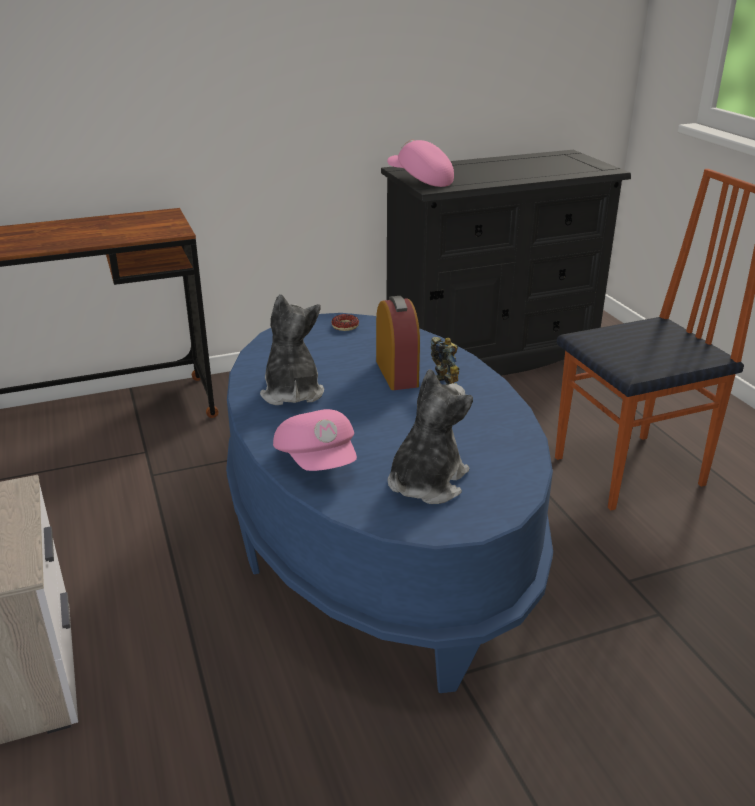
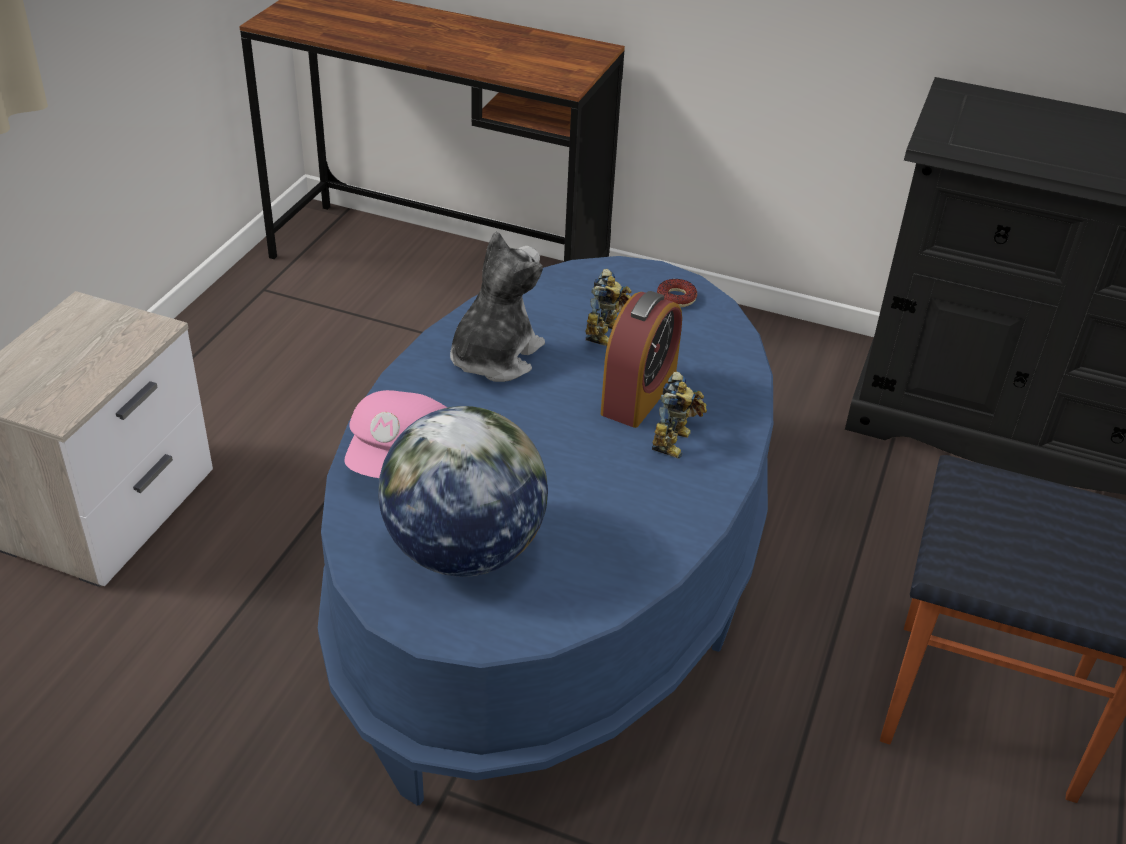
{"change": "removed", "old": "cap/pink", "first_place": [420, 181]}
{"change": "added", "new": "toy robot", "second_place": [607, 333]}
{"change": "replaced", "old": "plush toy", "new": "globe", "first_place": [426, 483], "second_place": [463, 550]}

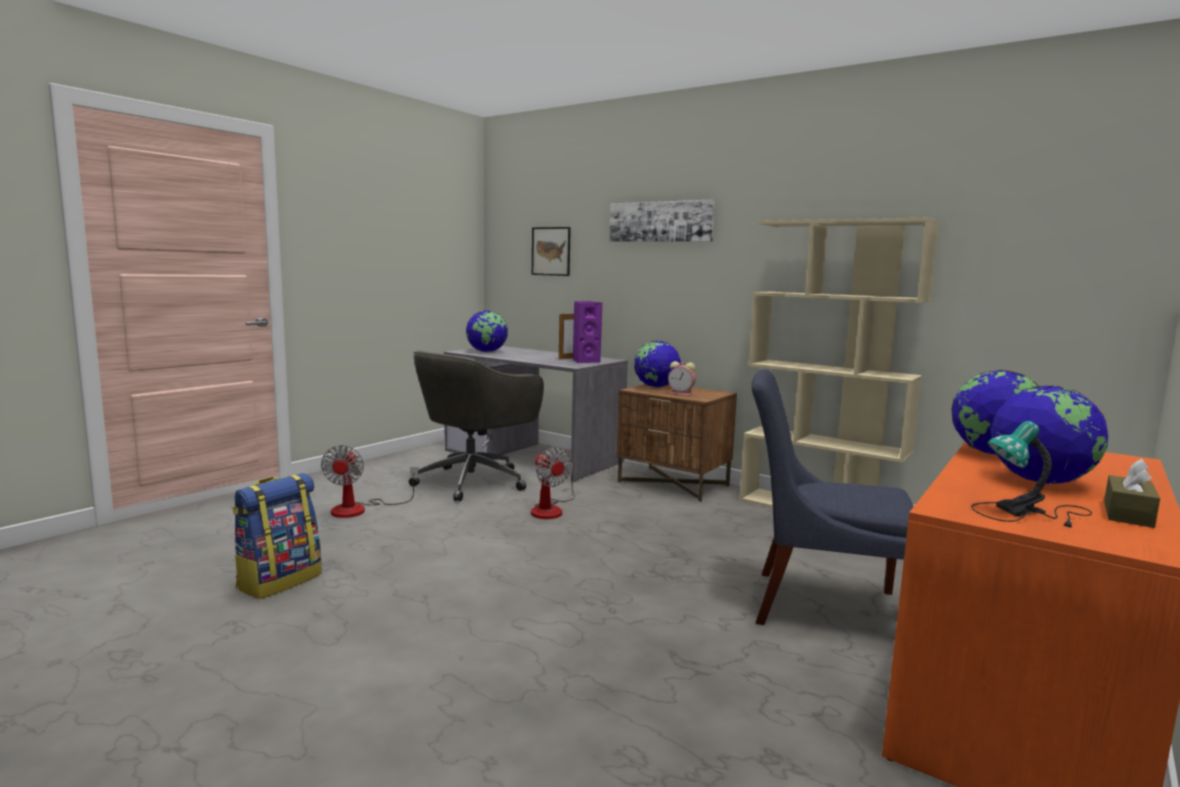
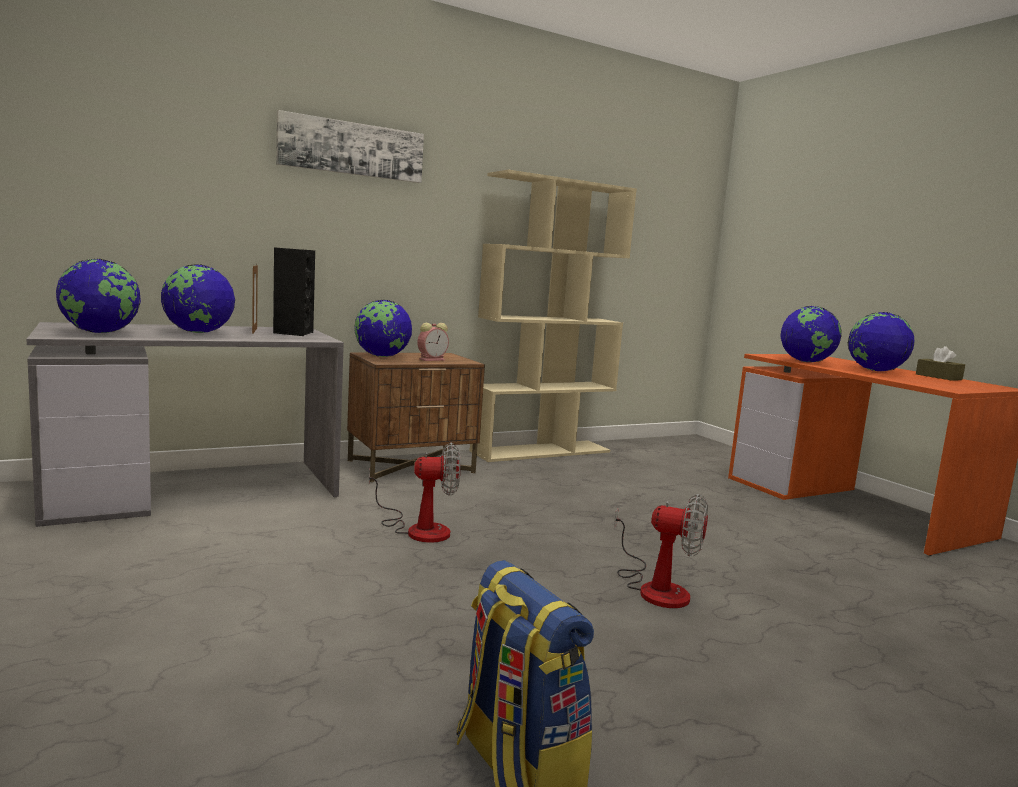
{"change": "removed", "old": "office chair/grey", "first_place": [474, 481]}
{"change": "removed", "old": "picture", "first_place": [551, 251]}
{"change": "removed", "old": "chair/blue", "first_place": [818, 605]}
{"change": "removed", "old": "table lamp", "first_place": [1031, 513]}
{"change": "added", "new": "globe", "second_place": [198, 333]}
{"change": "moved", "old": "fan", "first_place": [360, 509], "second_place": [655, 587]}
{"change": "recoloured", "old": "speaker/purple", "new": "speaker/black", "first_place": [585, 361], "second_place": [293, 333]}

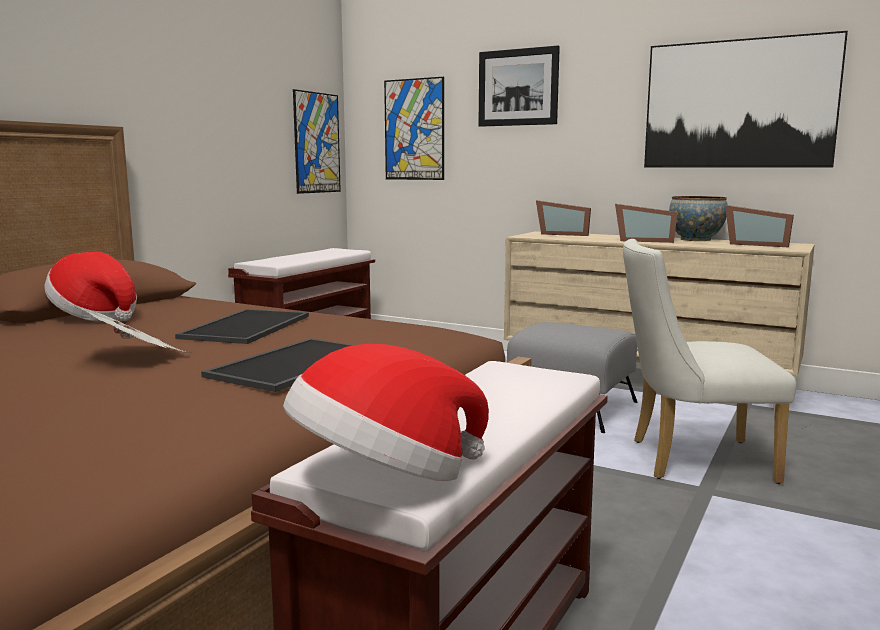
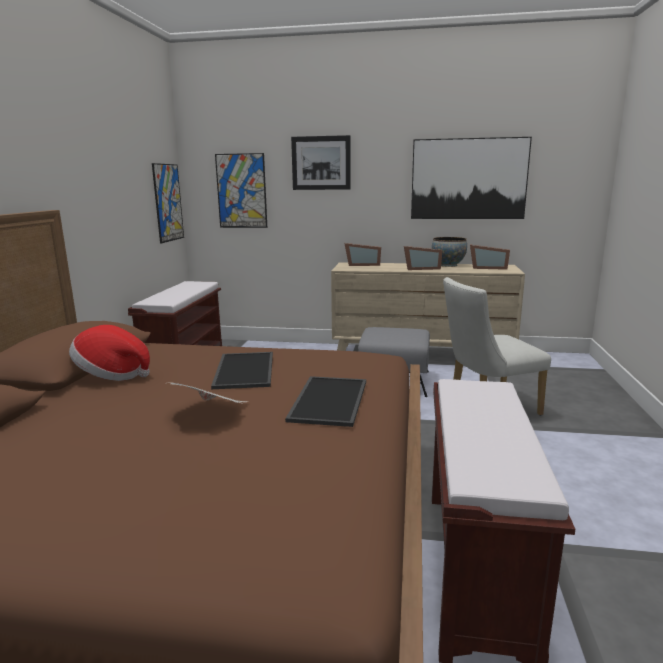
{"change": "removed", "old": "hat", "first_place": [384, 478]}

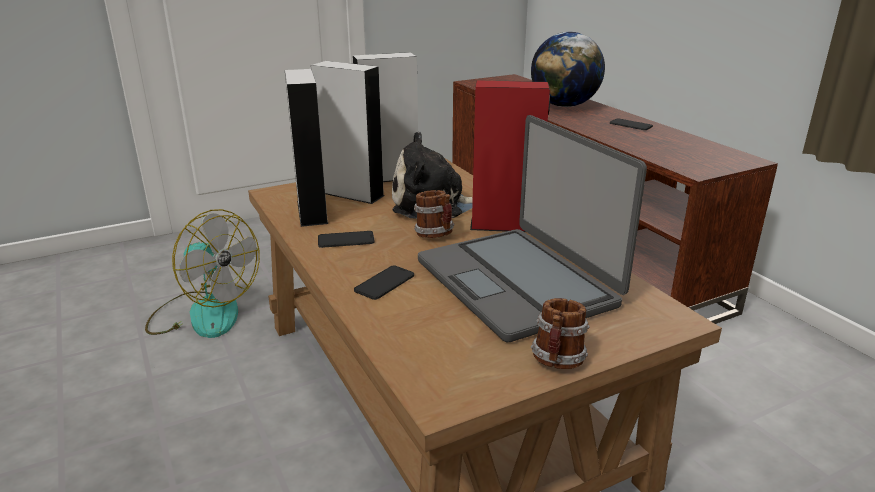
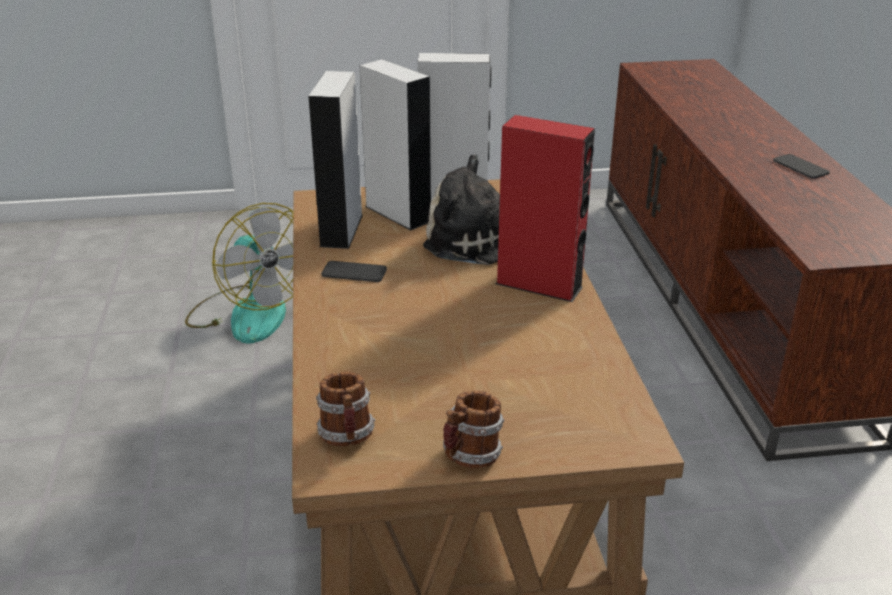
{"change": "removed", "old": "phone", "first_place": [384, 283]}
{"change": "removed", "old": "laptop", "first_place": [517, 282]}
{"change": "removed", "old": "globe", "first_place": [564, 105]}
{"change": "moved", "old": "mug", "first_place": [436, 235], "second_place": [347, 437]}

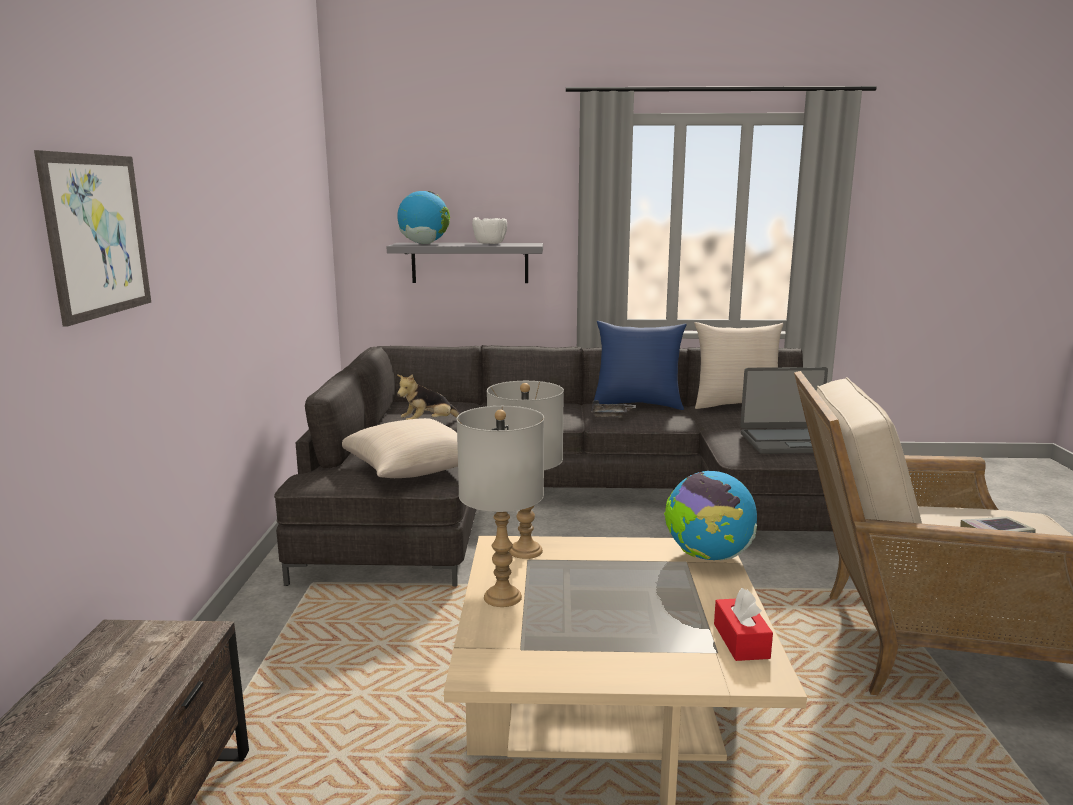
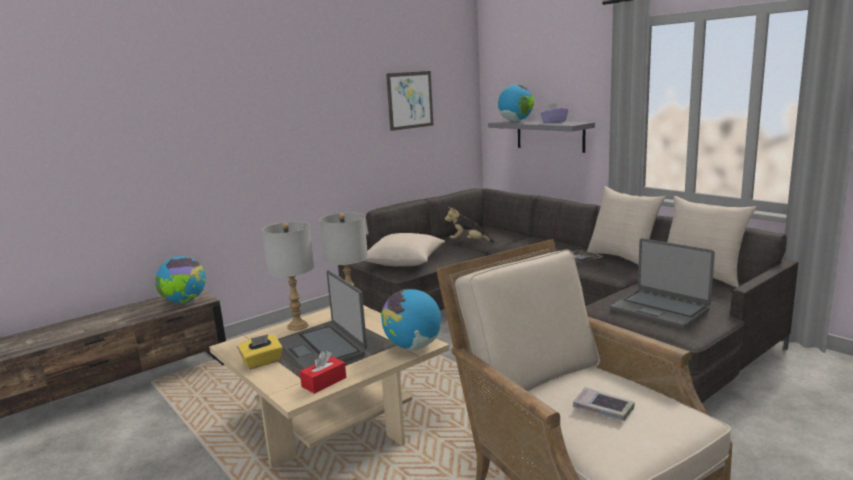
{"change": "added", "new": "globe", "second_place": [184, 302]}
{"change": "added", "new": "tissue box/yellow", "second_place": [262, 362]}
{"change": "added", "new": "laptop", "second_place": [322, 349]}
{"change": "moved", "old": "picture", "first_place": [97, 235], "second_place": [410, 100]}
{"change": "replaced", "old": "bowl/white", "new": "tissue box/purple", "first_place": [490, 243], "second_place": [554, 122]}
{"change": "recoloured", "old": "pillow/blue", "new": "pillow/beige", "first_place": [638, 404], "second_place": [623, 258]}

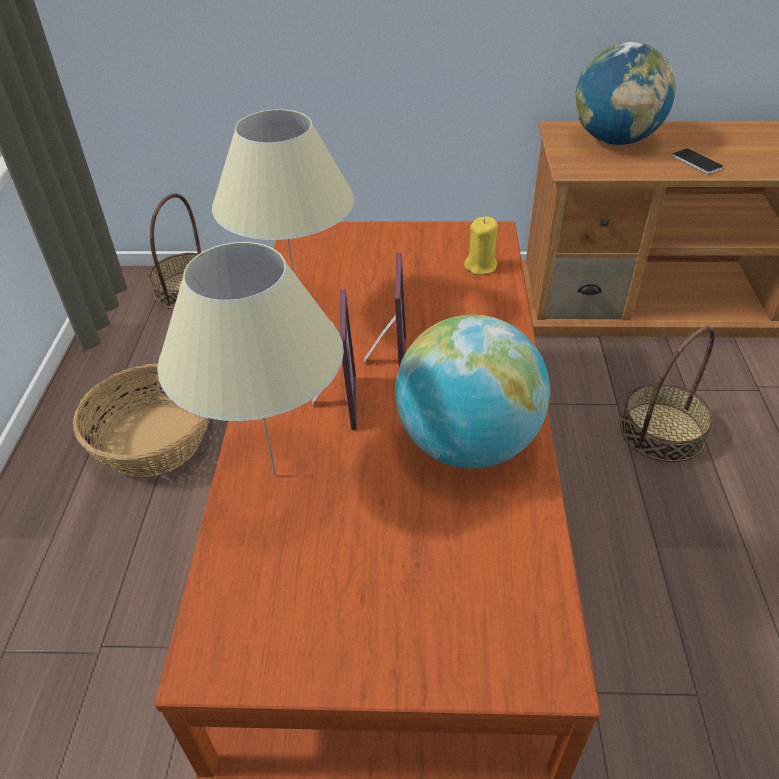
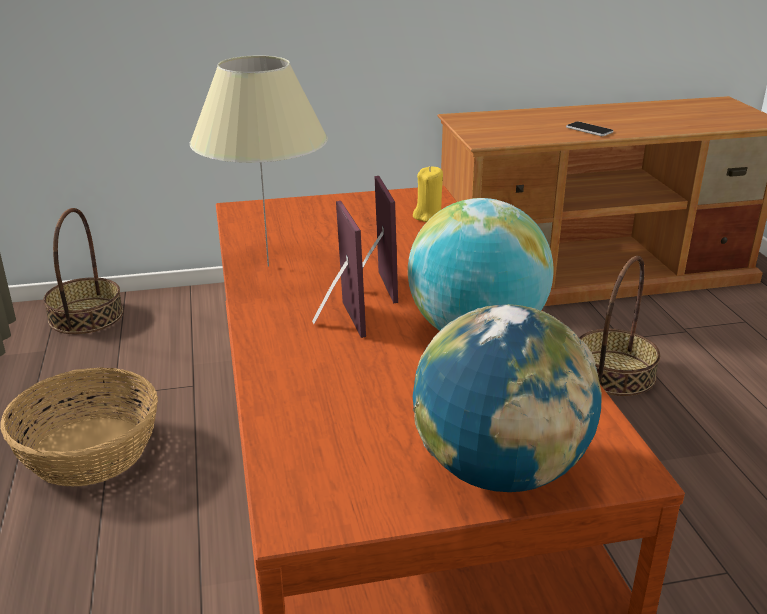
{"change": "removed", "old": "table lamp/beige", "first_place": [276, 475]}
{"change": "moved", "old": "globe", "first_place": [614, 141], "second_place": [499, 471]}

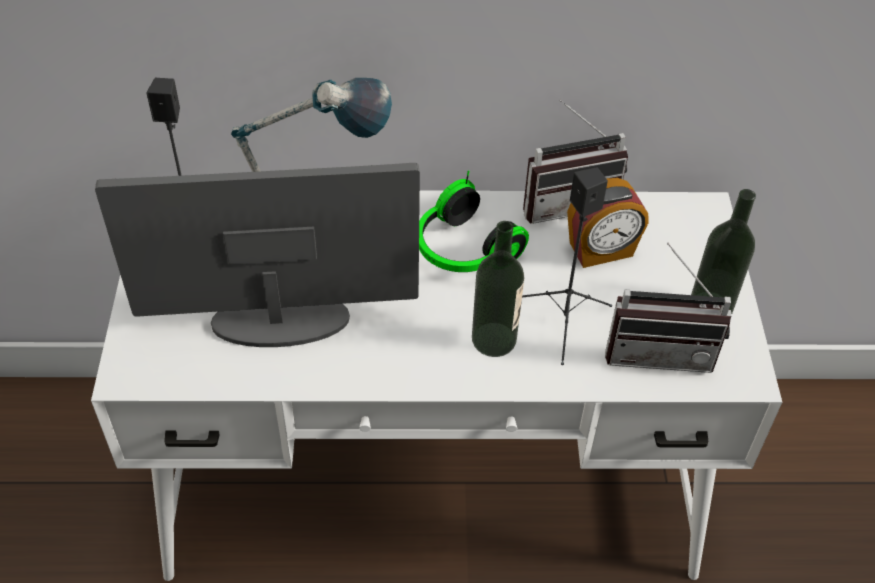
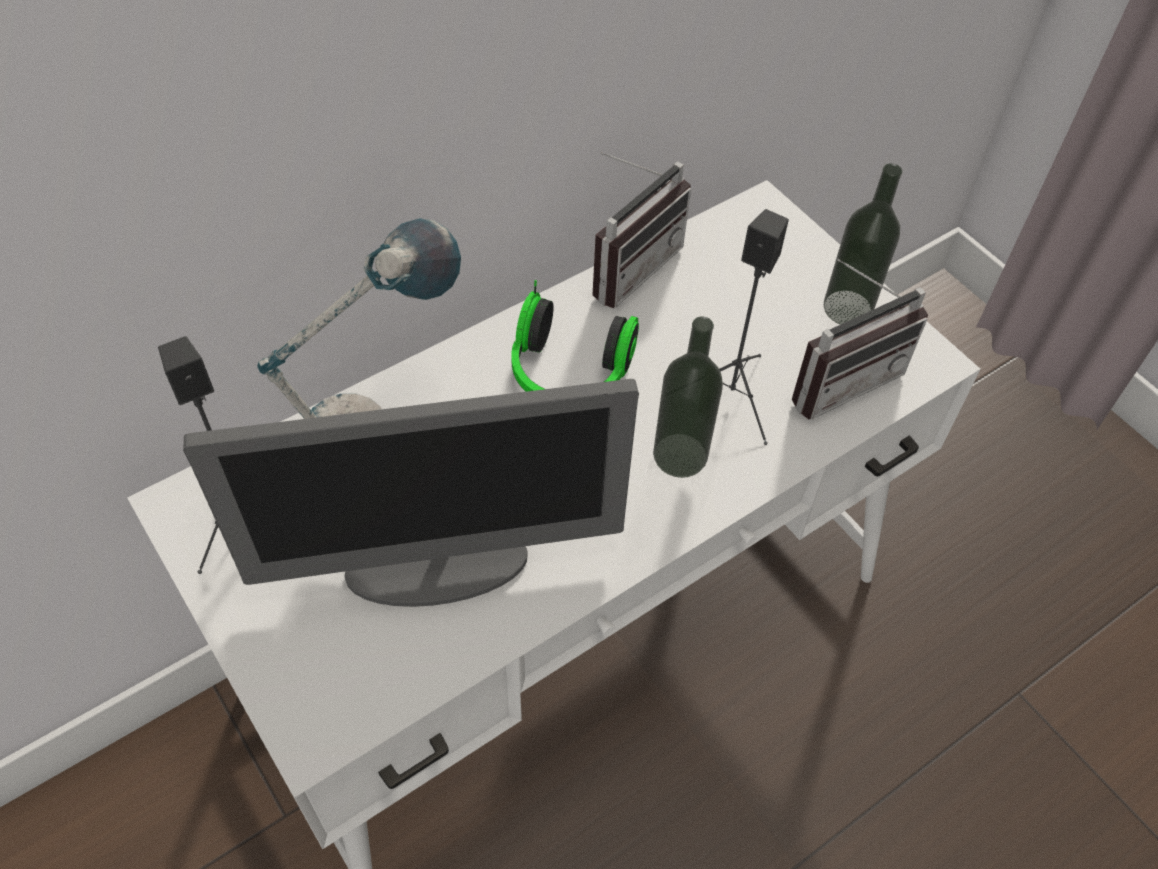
{"change": "removed", "old": "alarm clock", "first_place": [601, 250]}
{"change": "turned", "old": "monitor", "first_place": [279, 321], "second_place": [439, 566], "degrees": -150}

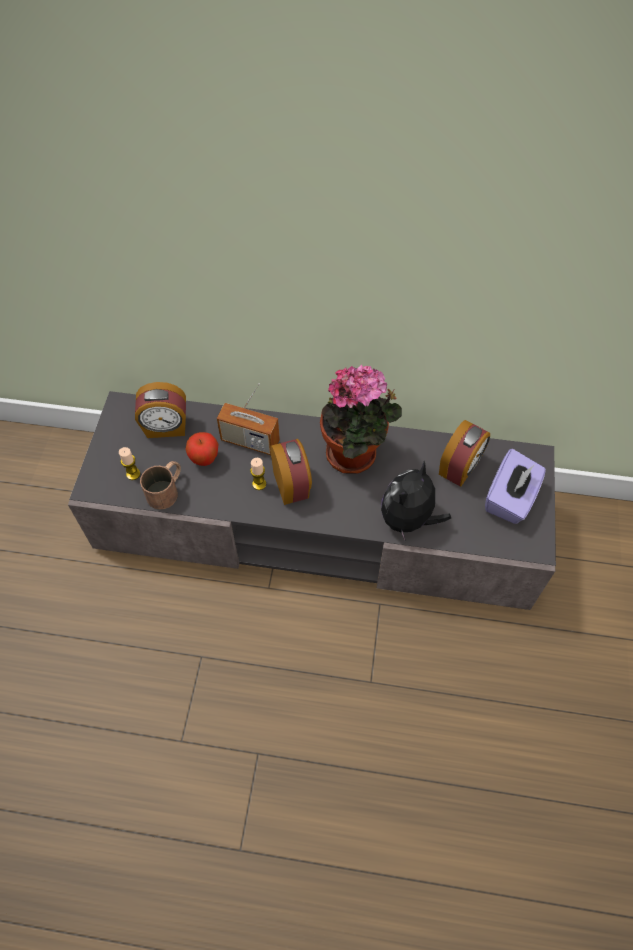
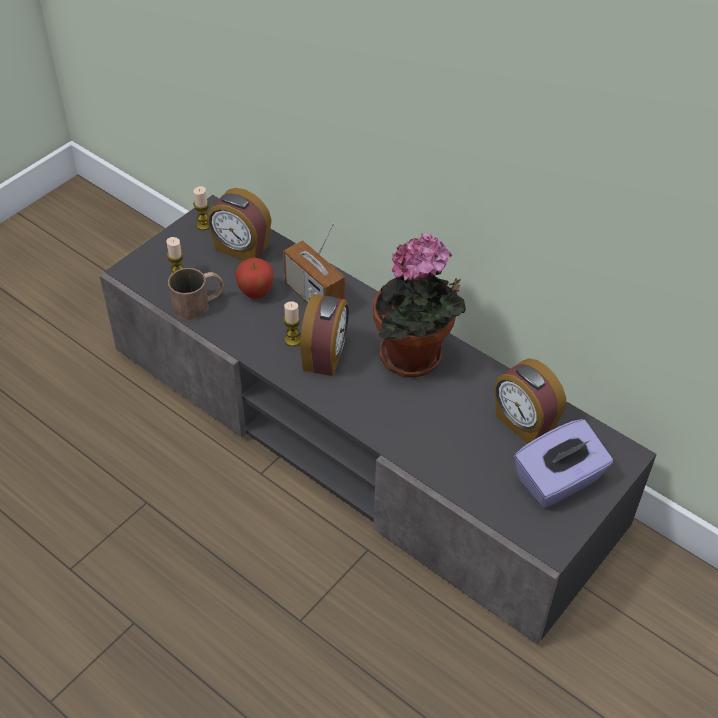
{"change": "removed", "old": "plush toy", "first_place": [408, 519]}
{"change": "added", "new": "candle", "second_place": [203, 225]}
{"change": "turned", "old": "alarm clock", "first_place": [460, 467], "second_place": [523, 423], "degrees": 75}

